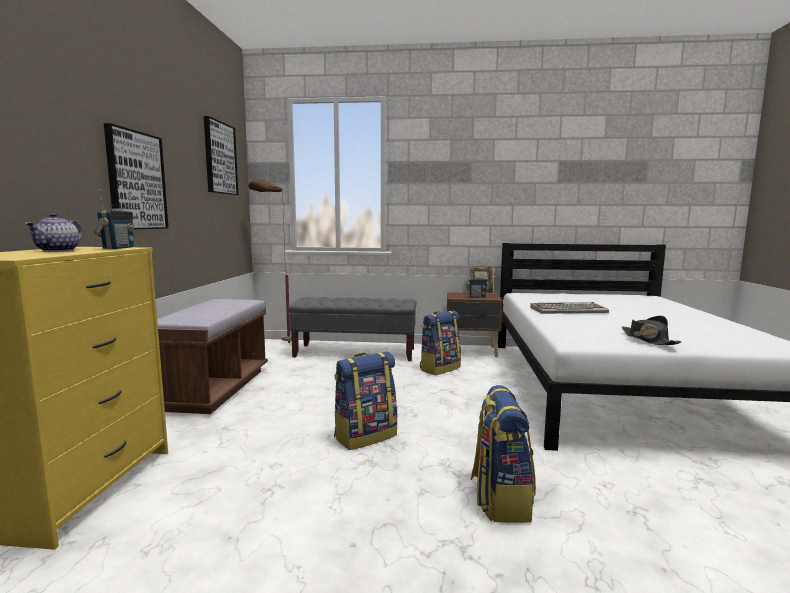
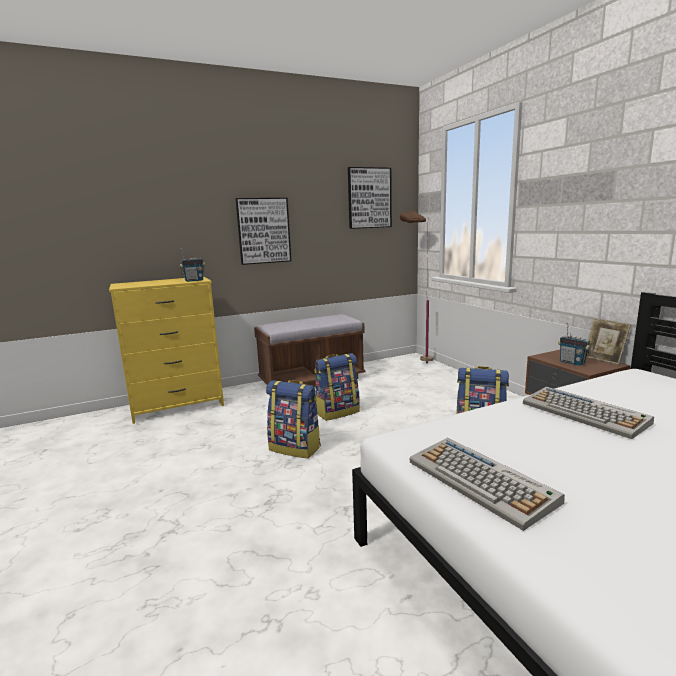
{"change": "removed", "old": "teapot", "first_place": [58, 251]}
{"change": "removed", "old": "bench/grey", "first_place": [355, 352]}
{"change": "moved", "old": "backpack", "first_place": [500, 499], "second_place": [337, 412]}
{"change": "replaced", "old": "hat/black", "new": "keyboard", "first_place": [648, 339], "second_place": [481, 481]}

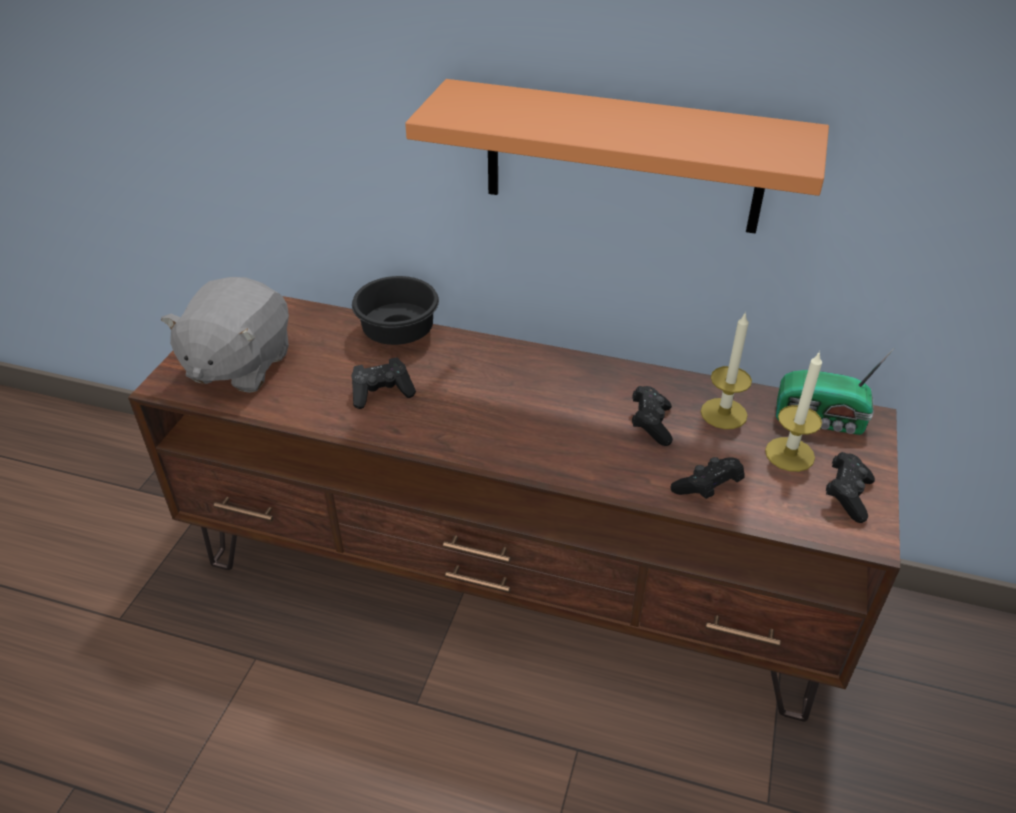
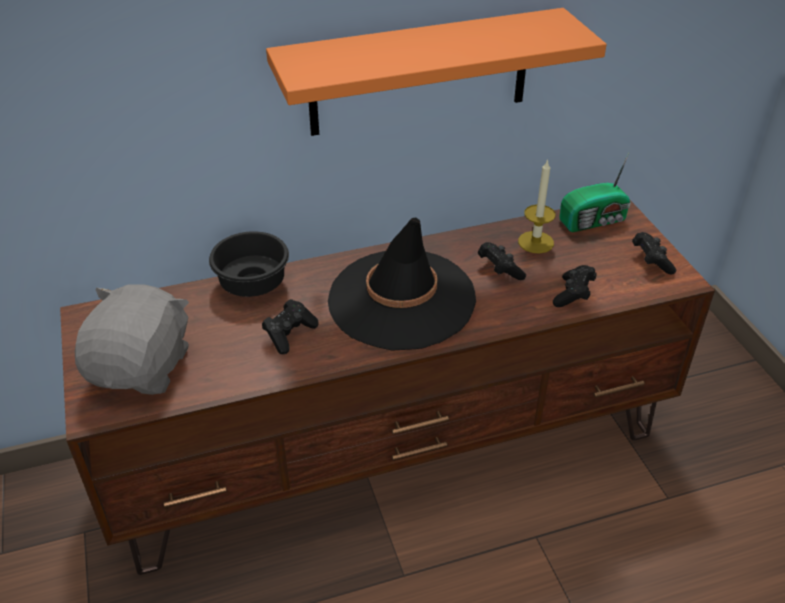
{"change": "removed", "old": "candle", "first_place": [789, 454]}
{"change": "added", "new": "hat/black", "second_place": [401, 299]}
{"change": "turned", "old": "plush toy/grey", "first_place": [238, 365], "second_place": [143, 368], "degrees": -150}

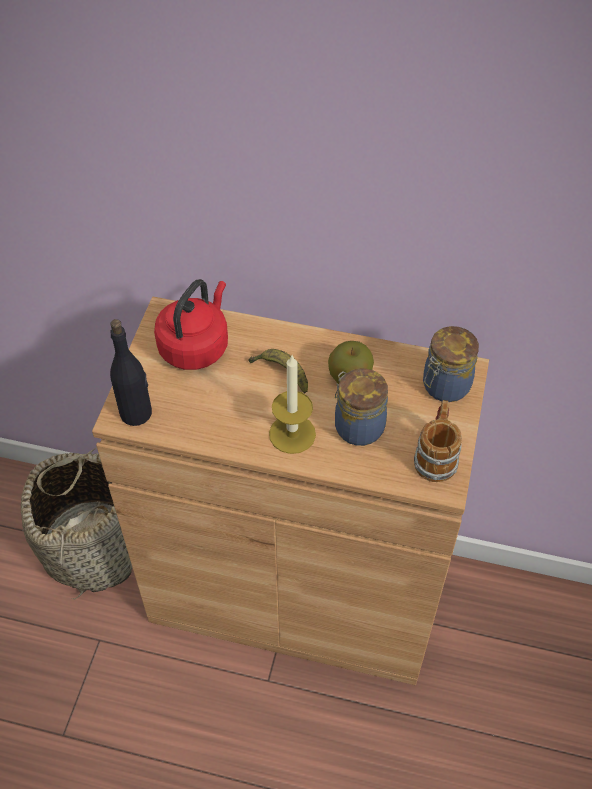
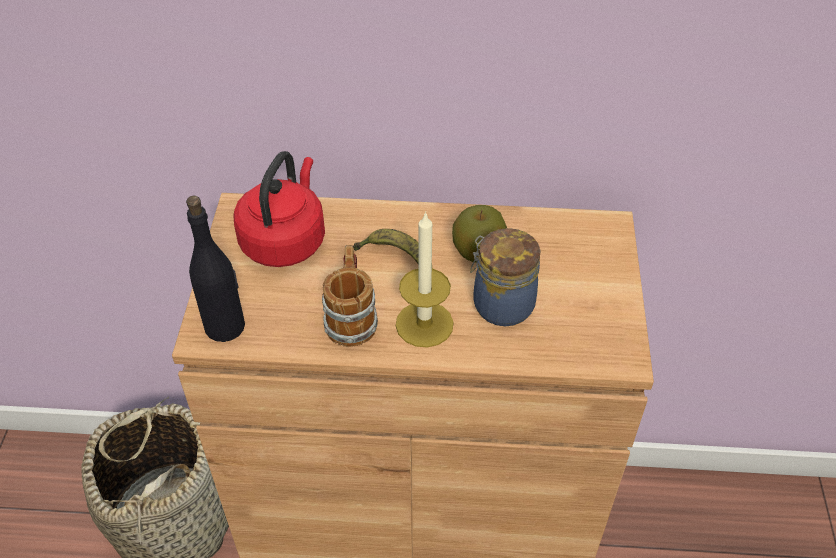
{"change": "removed", "old": "jar", "first_place": [444, 386]}
{"change": "moved", "old": "mug", "first_place": [436, 456], "second_place": [351, 317]}

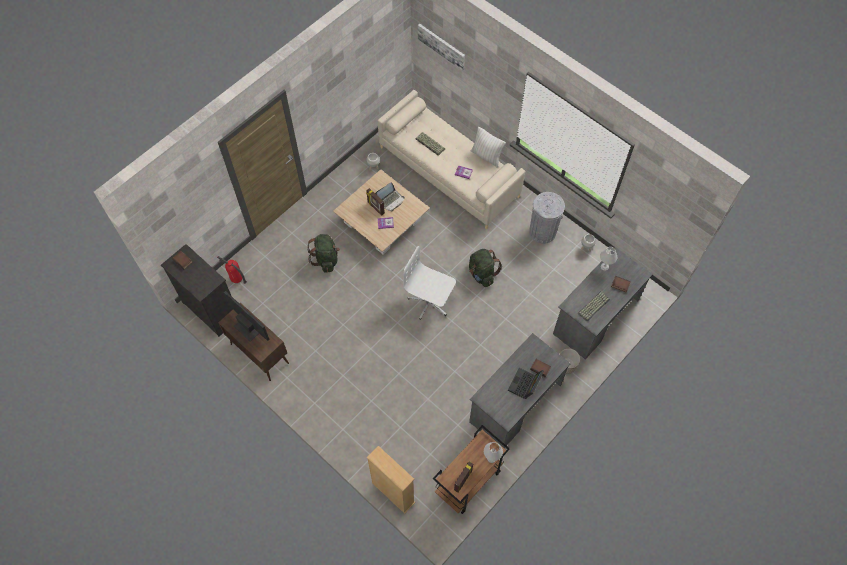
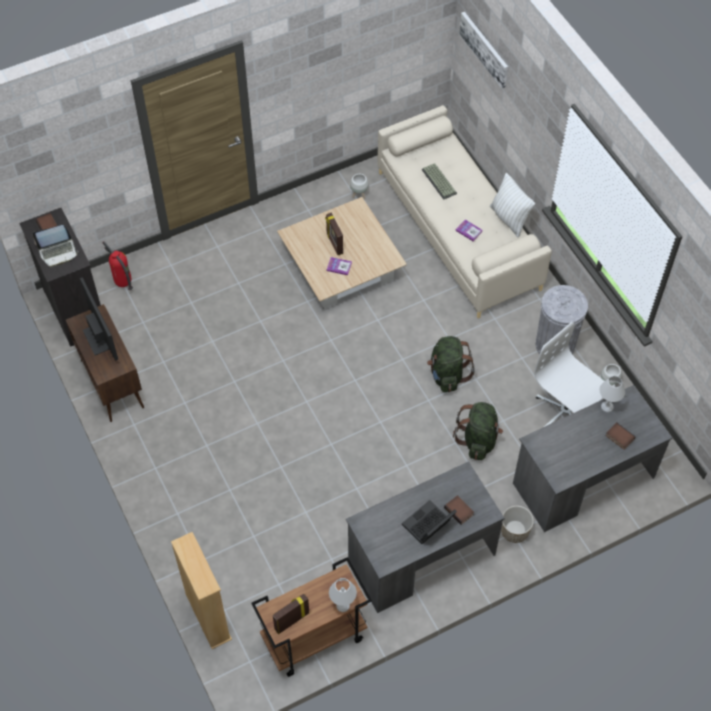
{"change": "removed", "old": "keyboard", "first_place": [593, 305]}
{"change": "moved", "old": "backpack/green", "first_place": [326, 259], "second_place": [478, 439]}
{"change": "moved", "old": "laptop", "first_place": [390, 200], "second_place": [58, 252]}
{"change": "moved", "old": "office chair/white", "first_place": [430, 302], "second_place": [565, 411]}

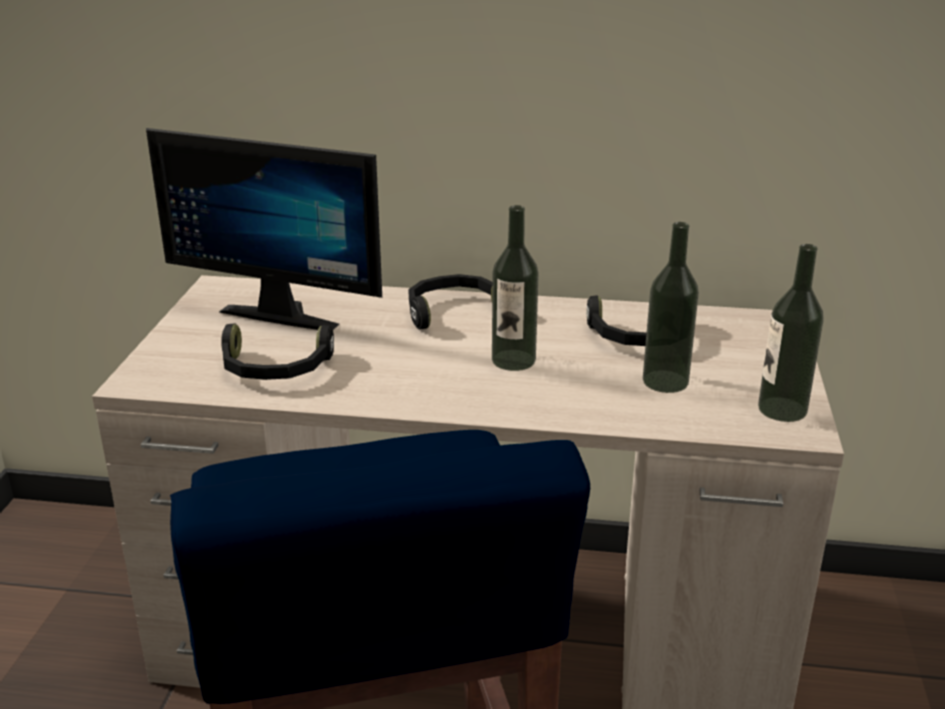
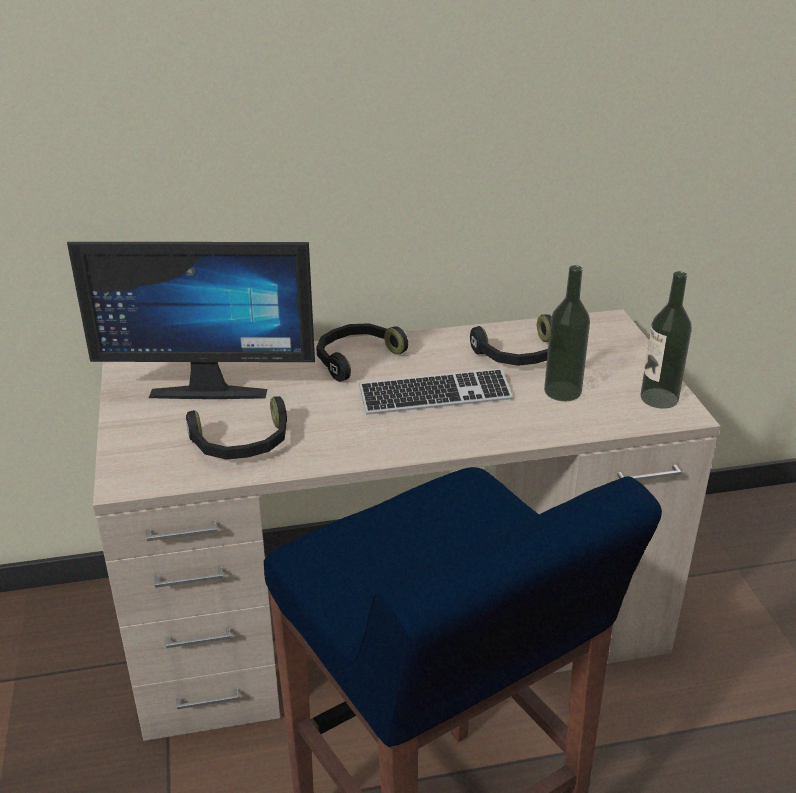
{"change": "replaced", "old": "bottle", "new": "keyboard", "first_place": [513, 360], "second_place": [435, 395]}

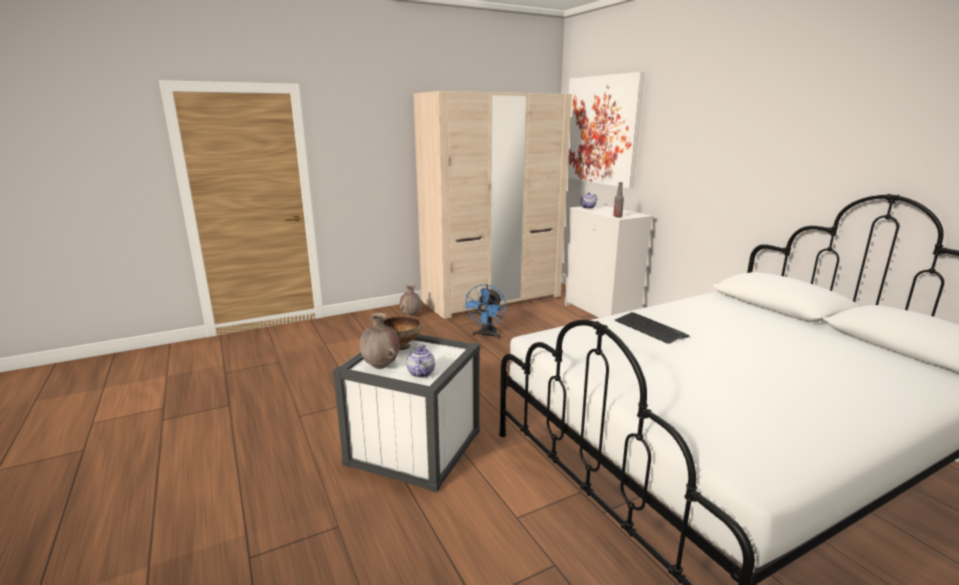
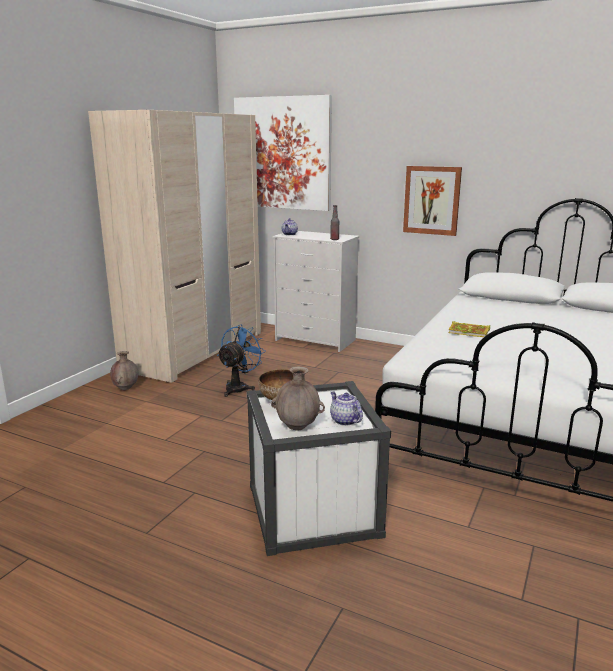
{"change": "added", "new": "picture", "second_place": [432, 200]}
{"change": "replaced", "old": "keyboard", "new": "book", "first_place": [650, 328], "second_place": [470, 332]}
{"change": "turned", "old": "fan/blue", "first_place": [486, 335], "second_place": [239, 387], "degrees": -135}

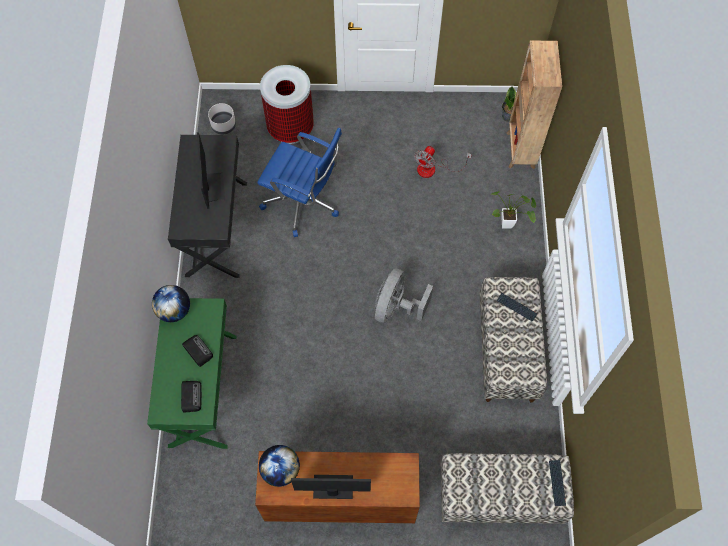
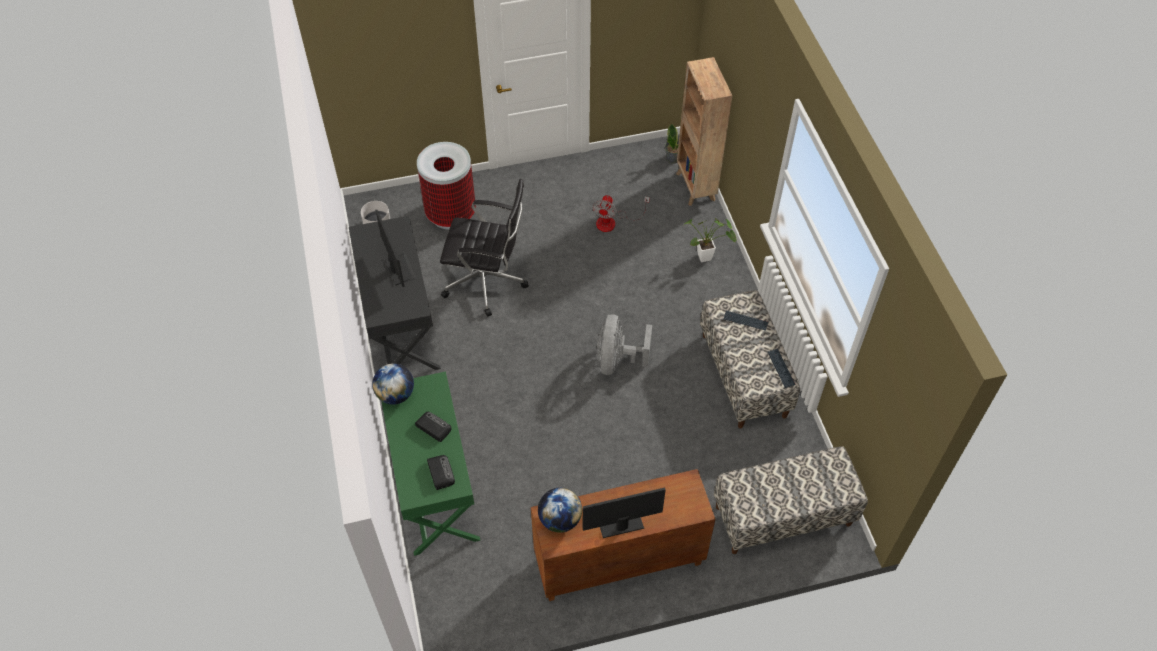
{"change": "moved", "old": "keyboard", "first_place": [557, 483], "second_place": [781, 368]}
{"change": "recoloured", "old": "office chair/blue", "new": "office chair/black", "first_place": [303, 203], "second_place": [487, 282]}

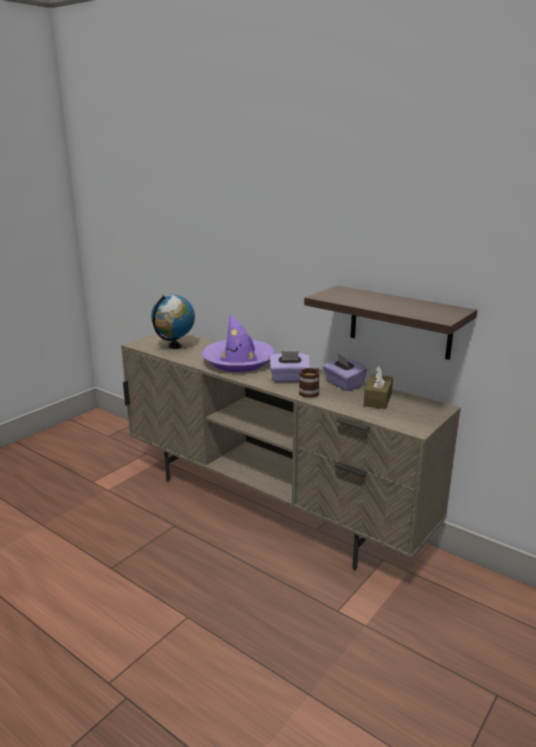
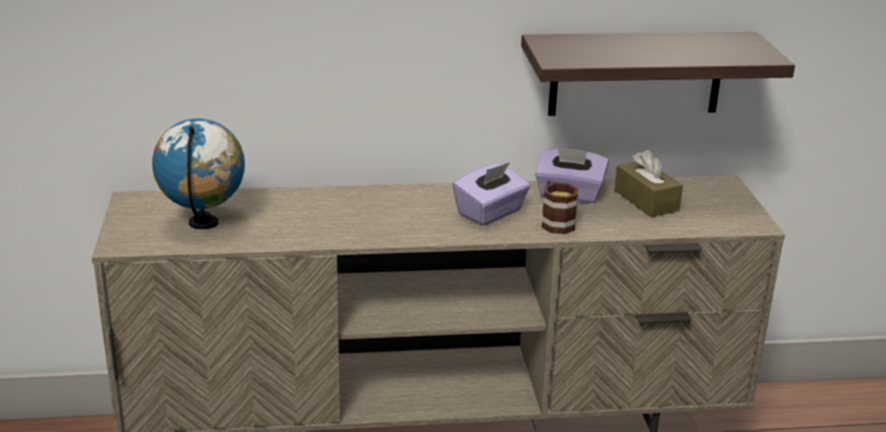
{"change": "removed", "old": "hat/purple", "first_place": [239, 362]}

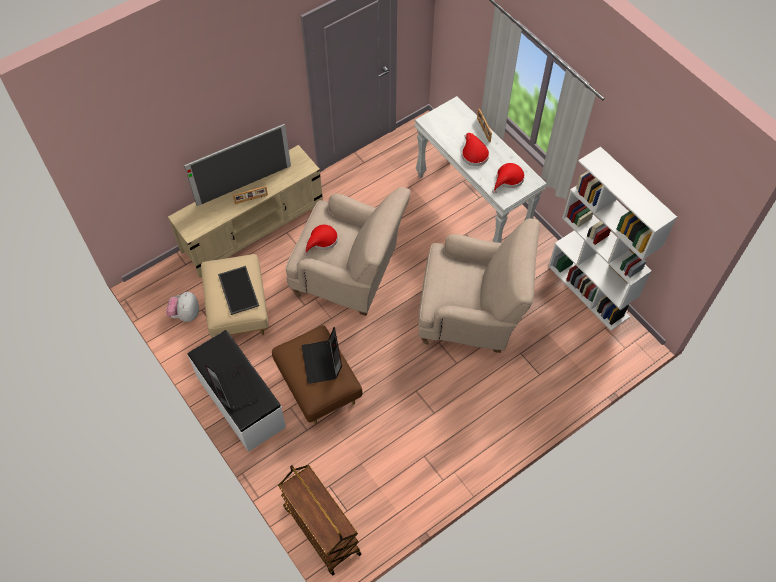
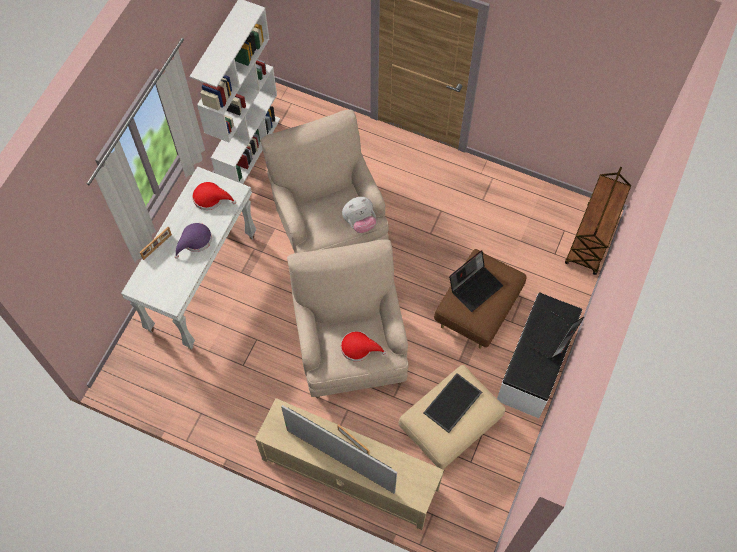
{"change": "moved", "old": "plush toy", "first_place": [185, 314], "second_place": [359, 222]}
{"change": "recoloured", "old": "hat/red", "new": "hat/purple", "first_place": [473, 154], "second_place": [194, 241]}

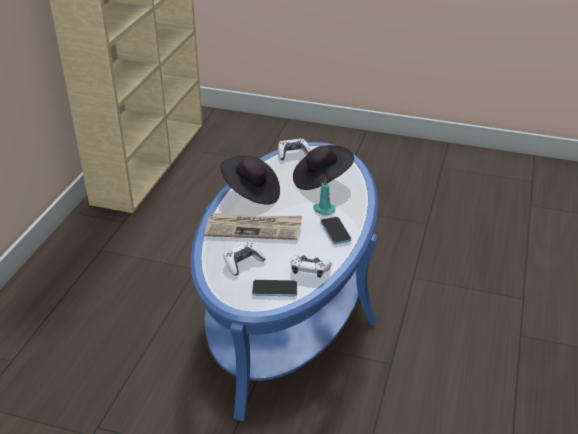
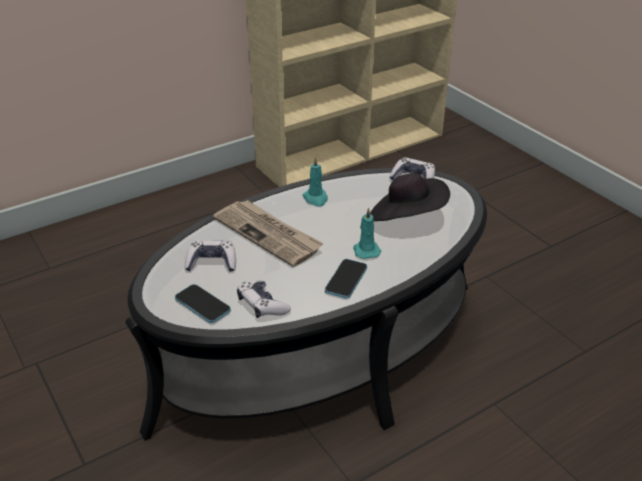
{"change": "replaced", "old": "hat/black", "new": "candle/turquoise", "first_place": [251, 193], "second_place": [316, 199]}
{"change": "recoloured", "old": "coffee table/blue", "new": "coffee table/black", "first_place": [288, 305], "second_place": [320, 352]}

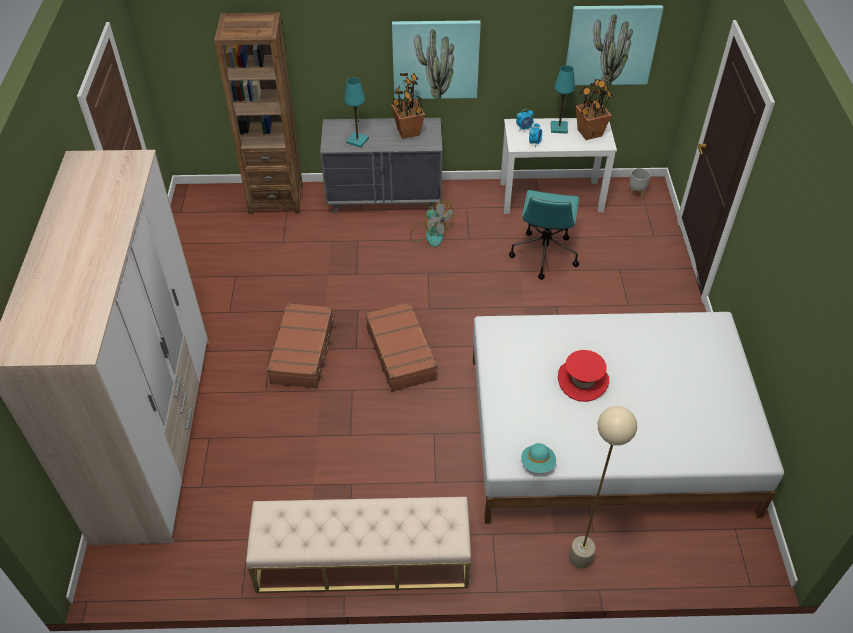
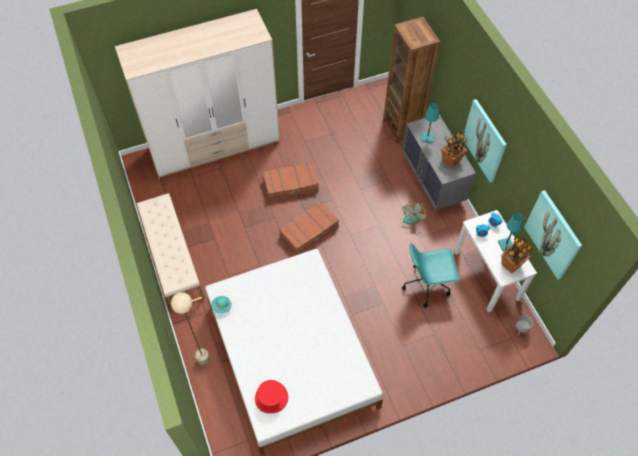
{"change": "moved", "old": "hat/red", "first_place": [582, 381], "second_place": [271, 398]}

